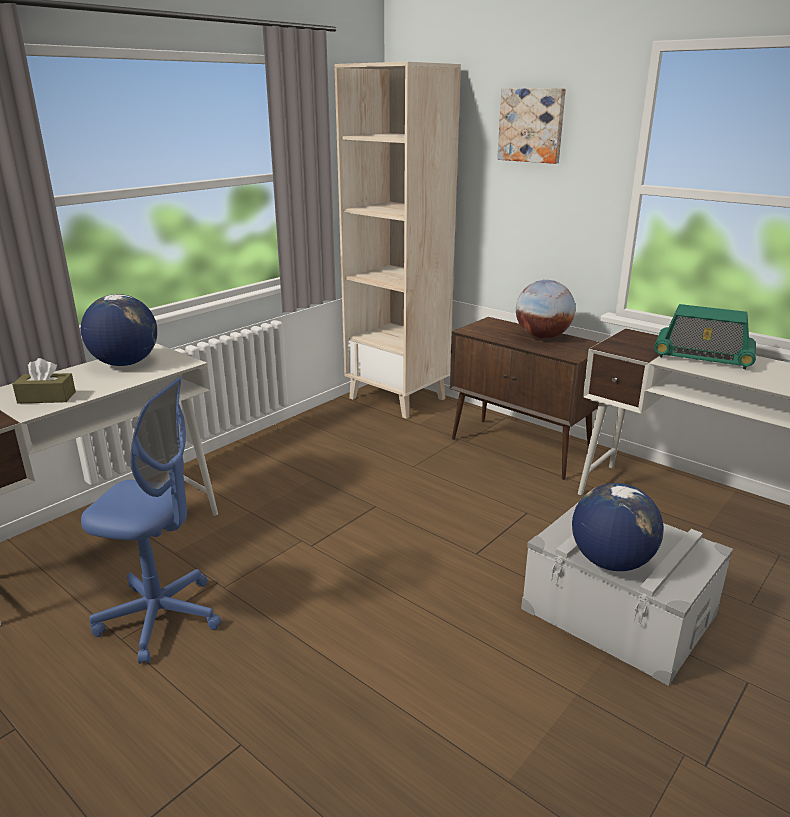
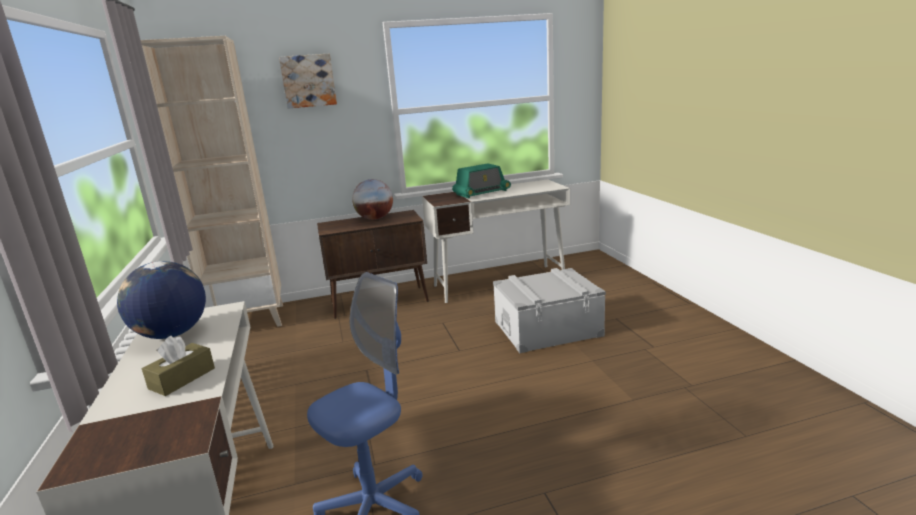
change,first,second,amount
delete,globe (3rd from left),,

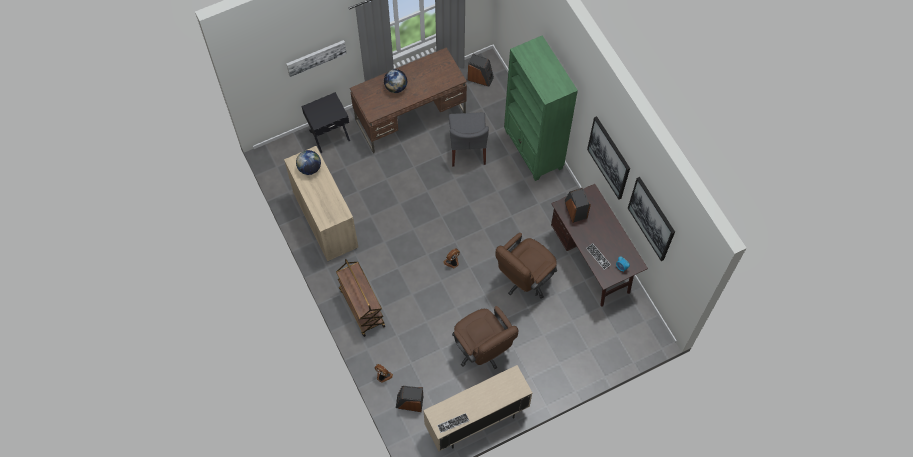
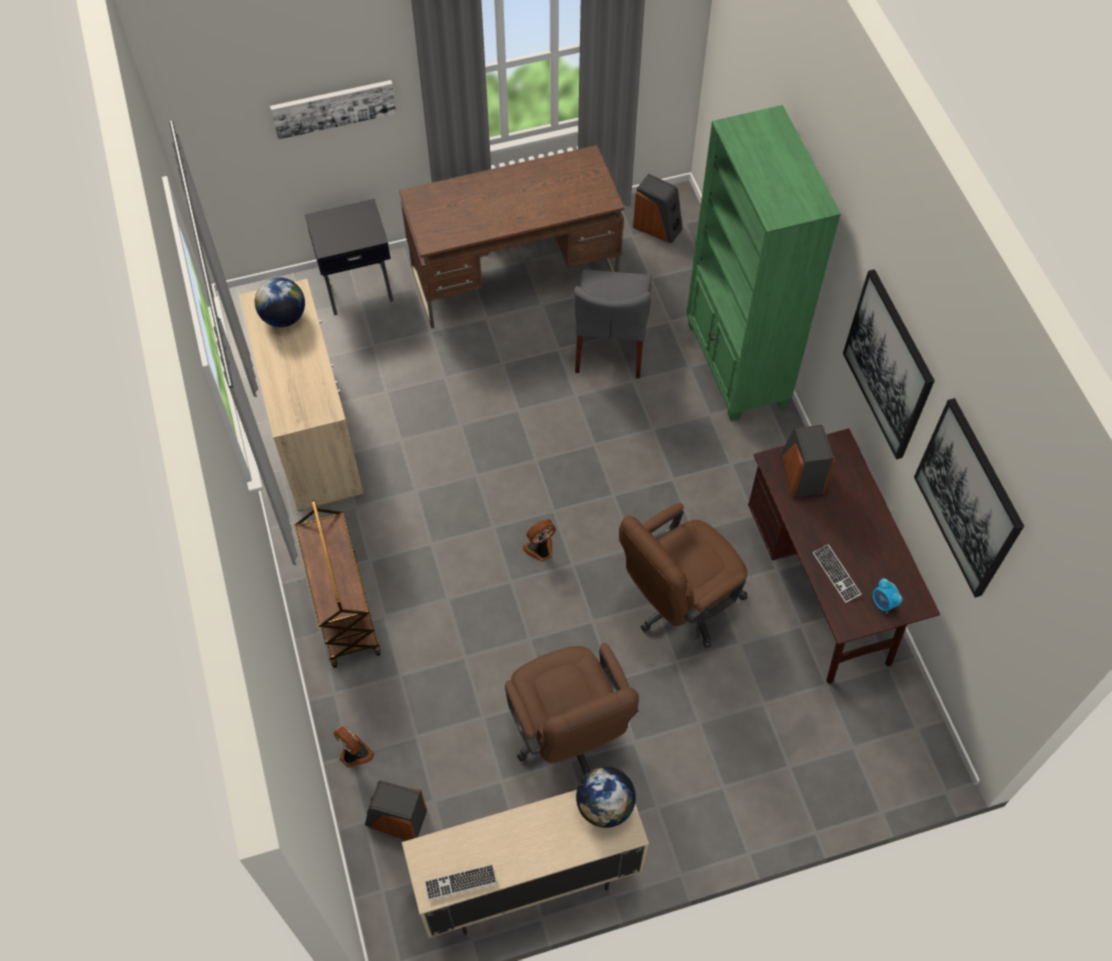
change,first,second,amount
move,globe (2nd from left),,

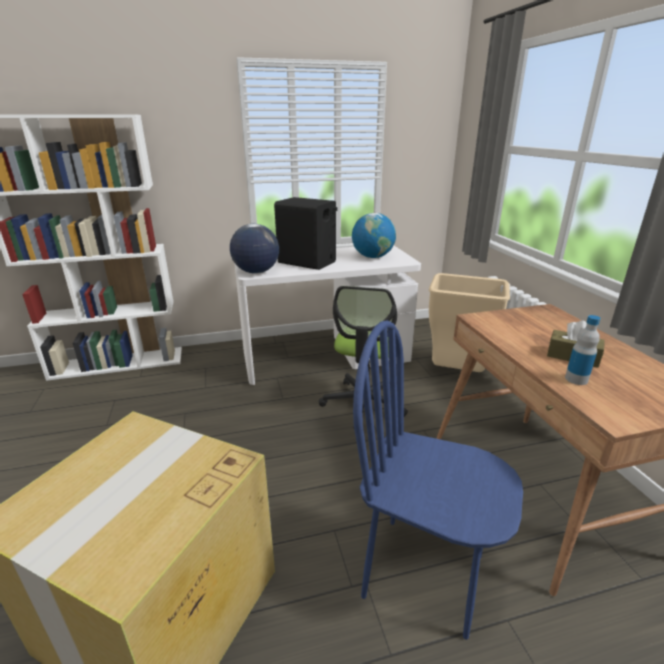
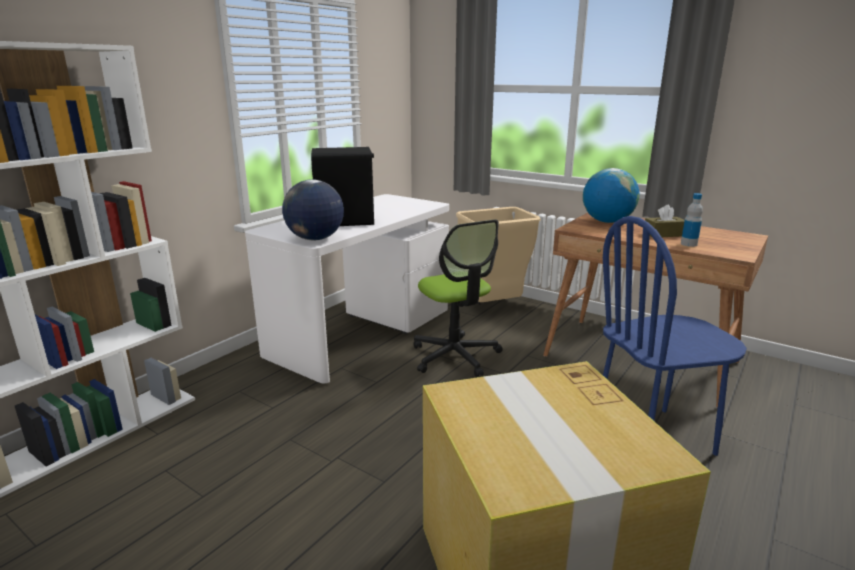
change,first,second,amount
move,globe (2nd from left),,

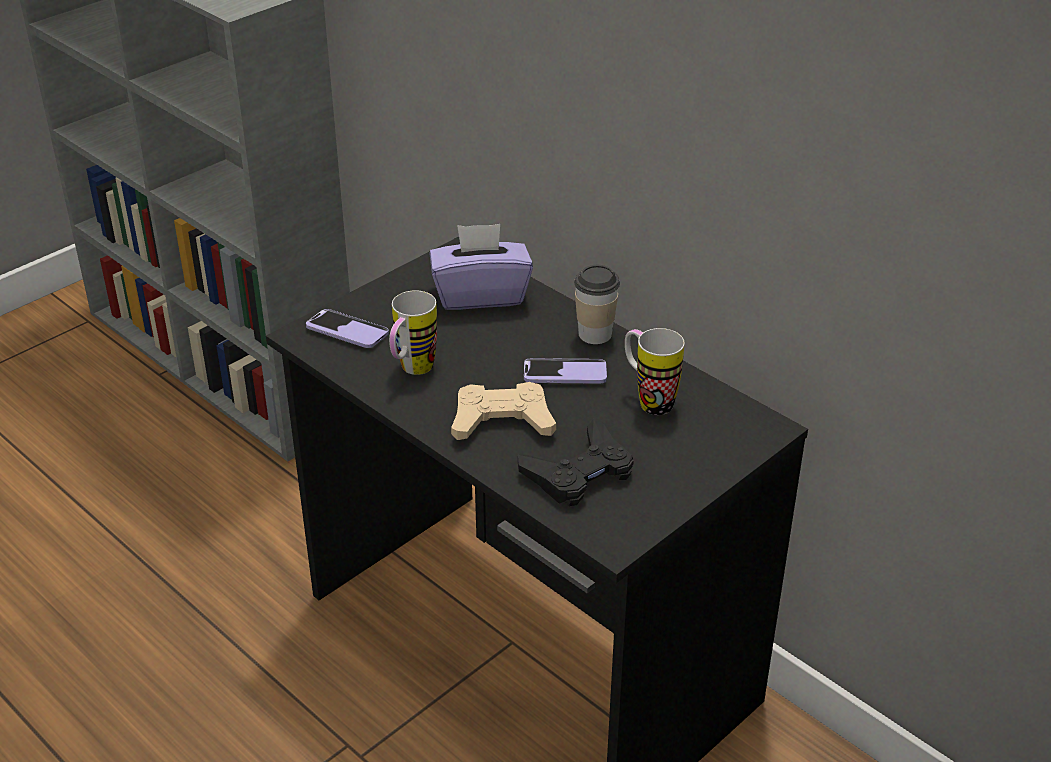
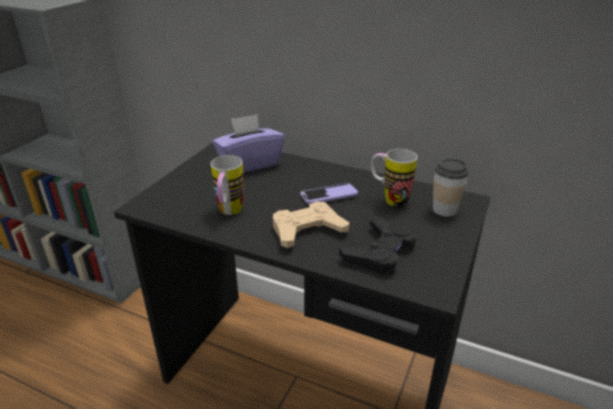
change,first,second,amount
delete,phone (1st from left),,
move,cup,,

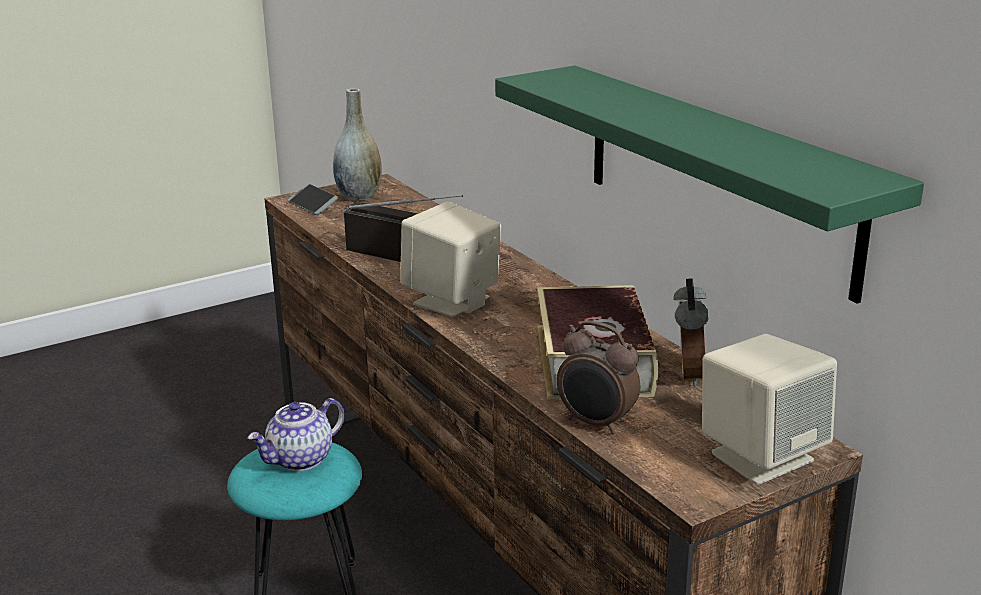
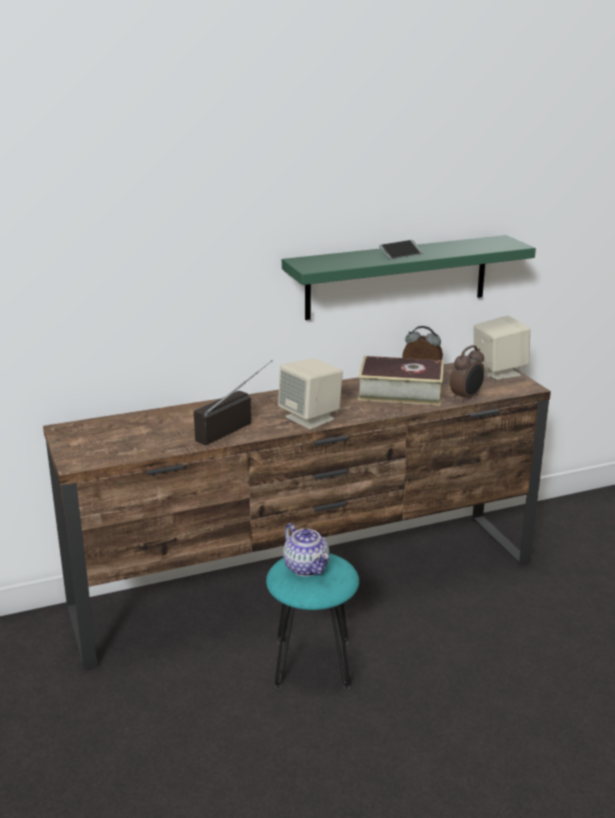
change,first,second,amount
move,phone,,
delete,vase/grey,,

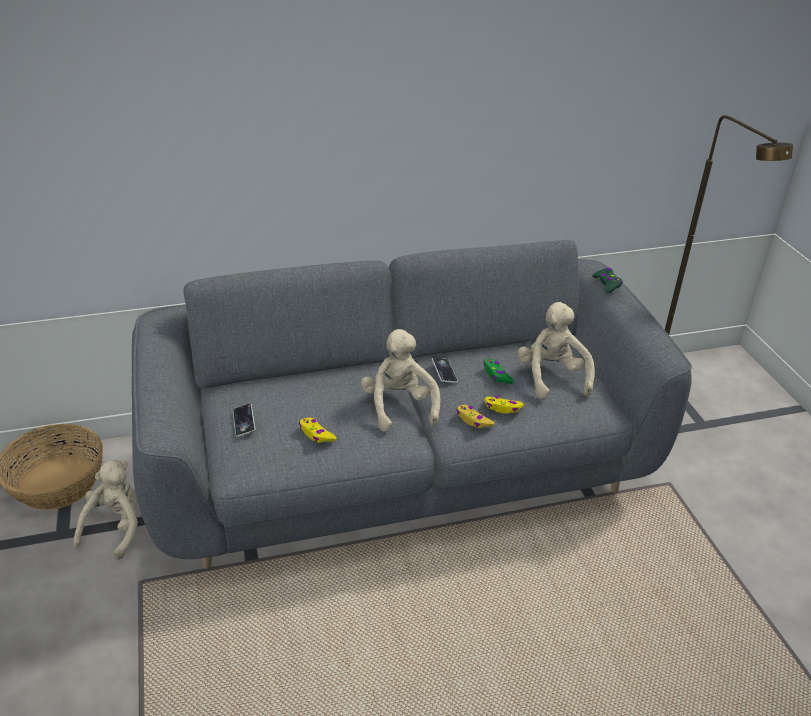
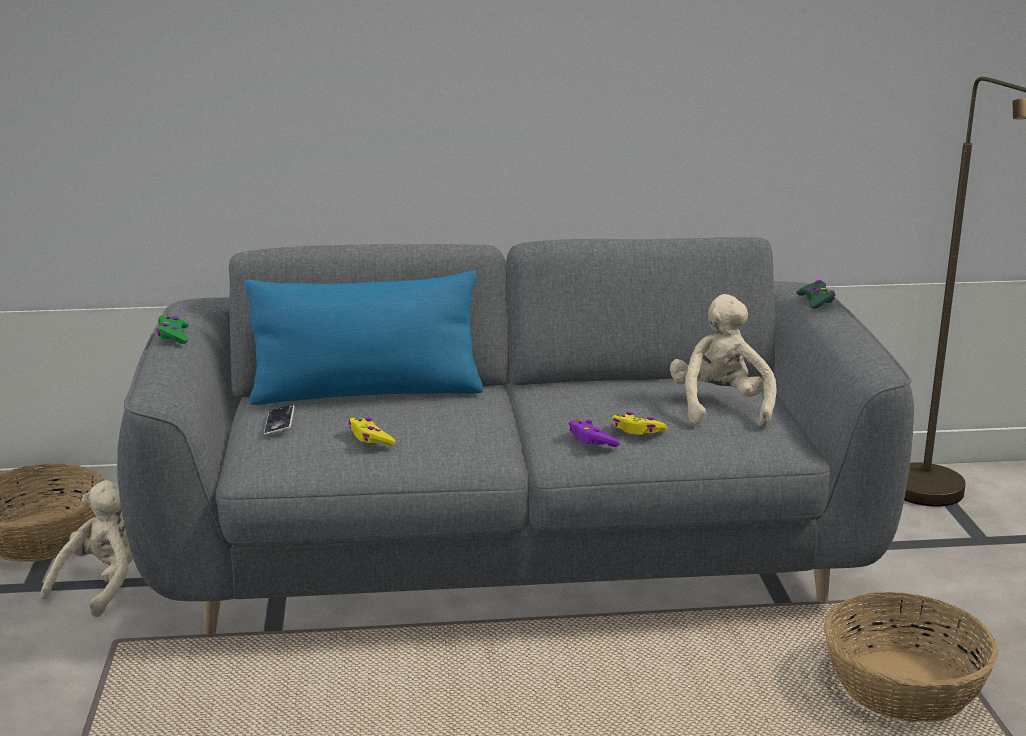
change,first,second,amount
delete,plush toy/beige (2nd from left),,
delete,phone (2nd from left),,
recolor,game controller/yellow (2nd from left),game controller/purple,
move,game controller/green (1st from left),,
insert,,pillow/blue,
insert,,basket (2nd from left),

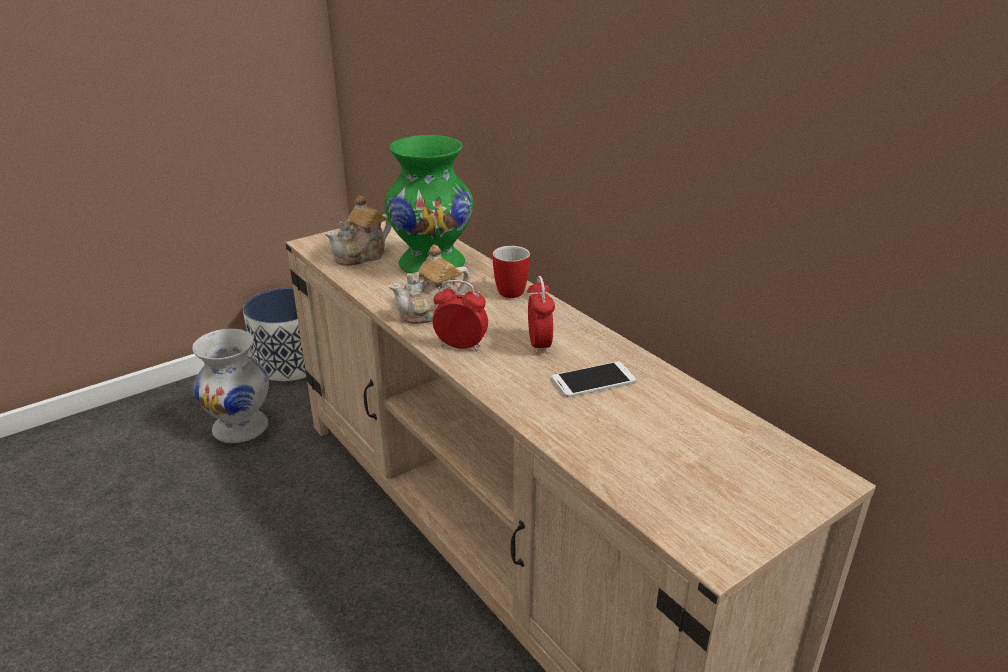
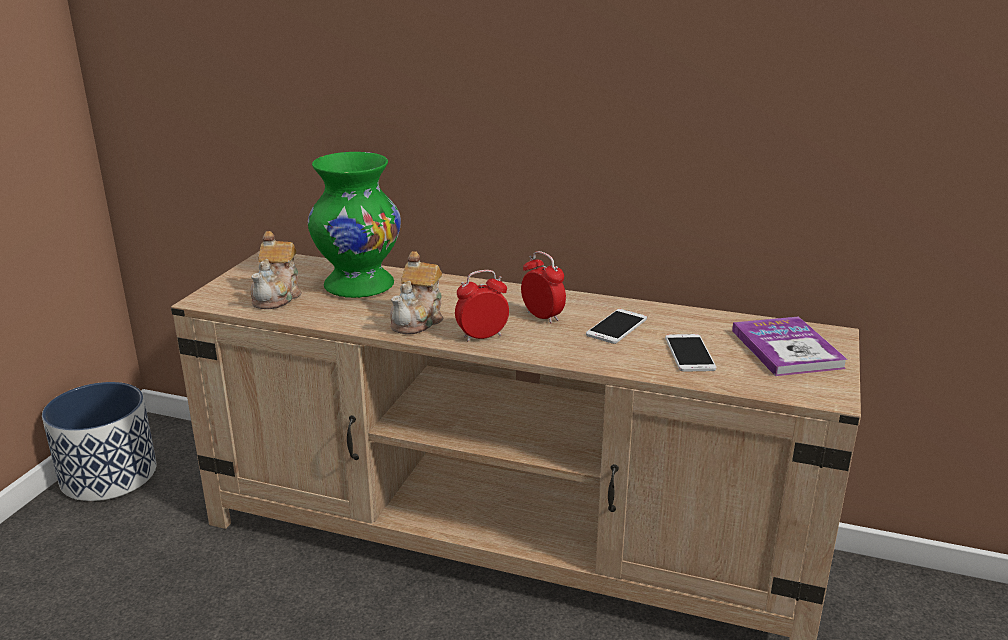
change,first,second,amount
delete,vase/white,,
delete,mug,,
insert,,phone (2nd from left),
insert,,book,

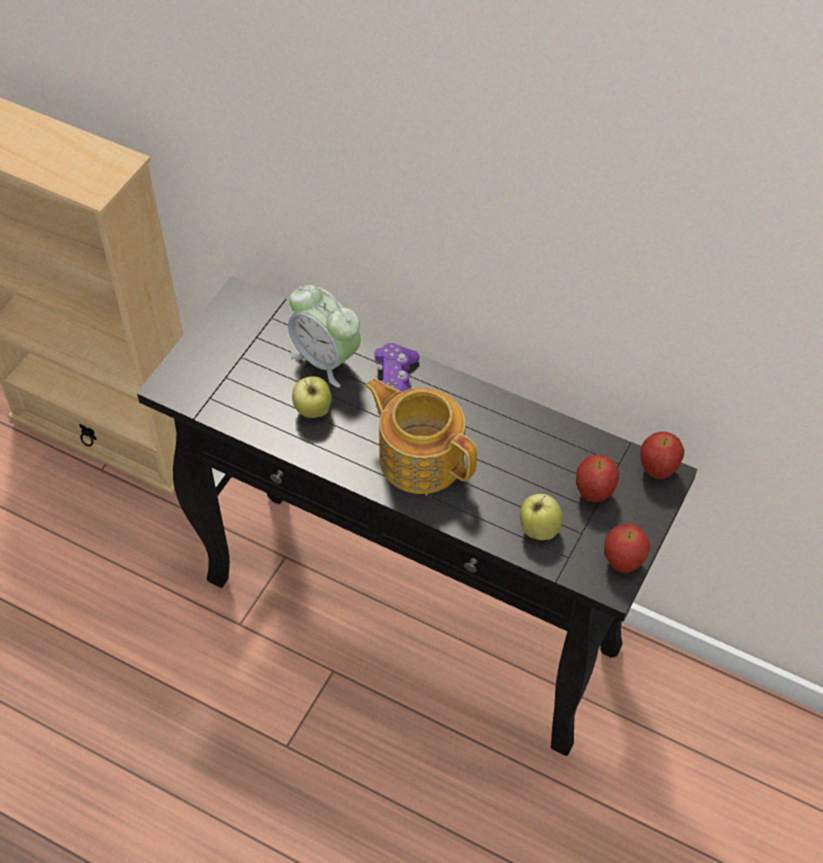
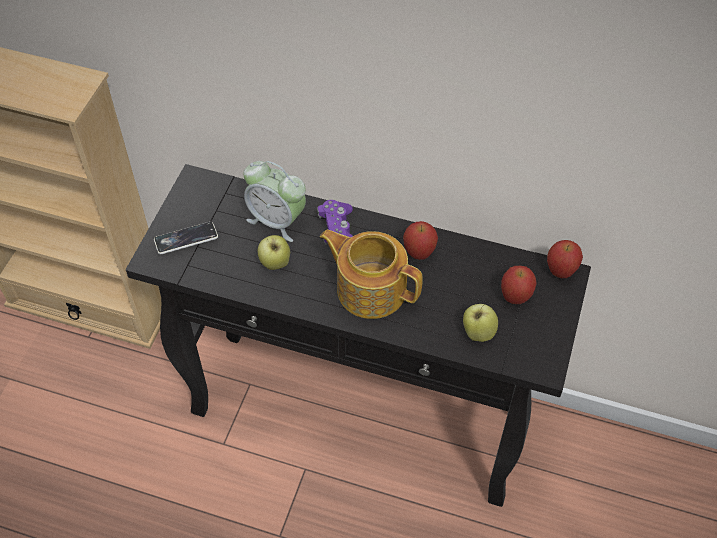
change,first,second,amount
move,apple (4th from left in the first image),apple (2nd from left),
insert,,phone,

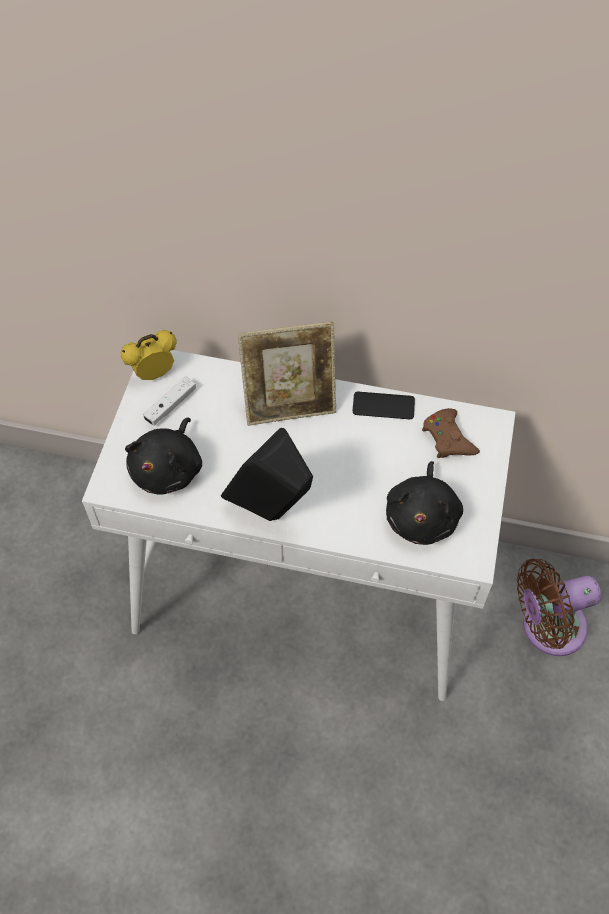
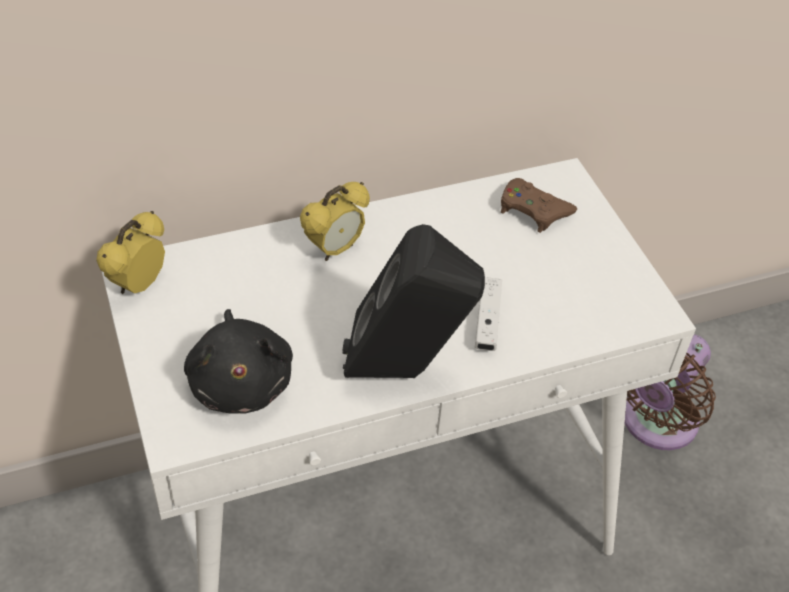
change,first,second,amount
move,game controller/white,,
replace,picture frame,alarm clock (2nd from left),
delete,phone,,
delete,plush toy/black (2nd from left),,

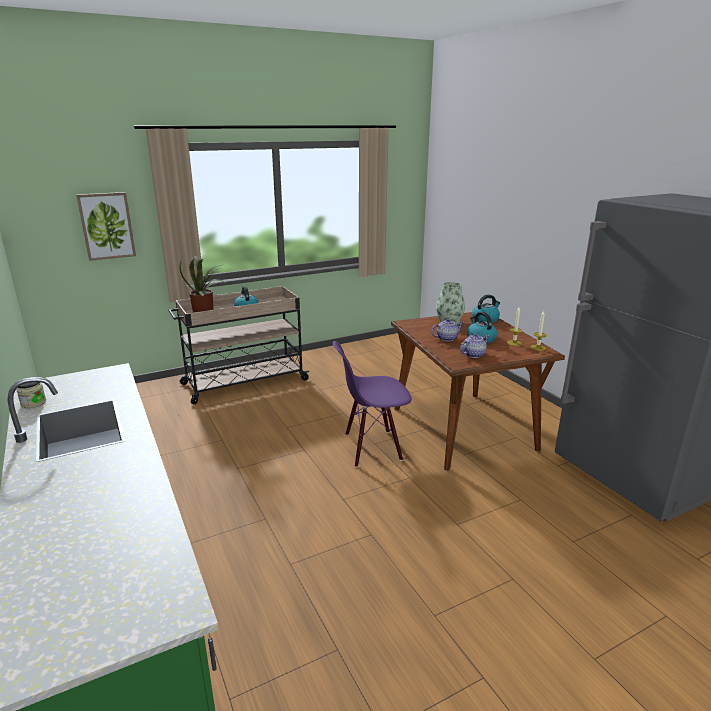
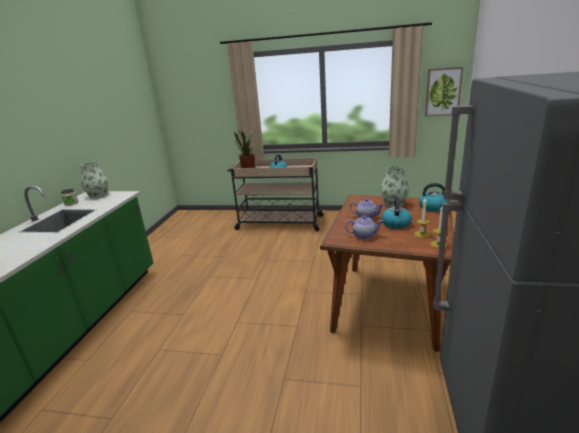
change,first,second,amount
move,picture,,
delete,chair/purple,,
insert,,vase (1st from left),

